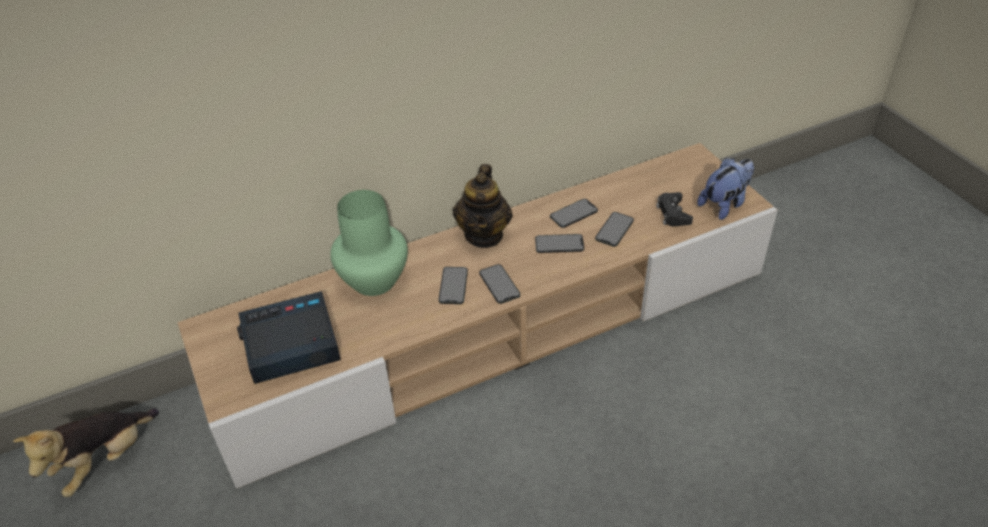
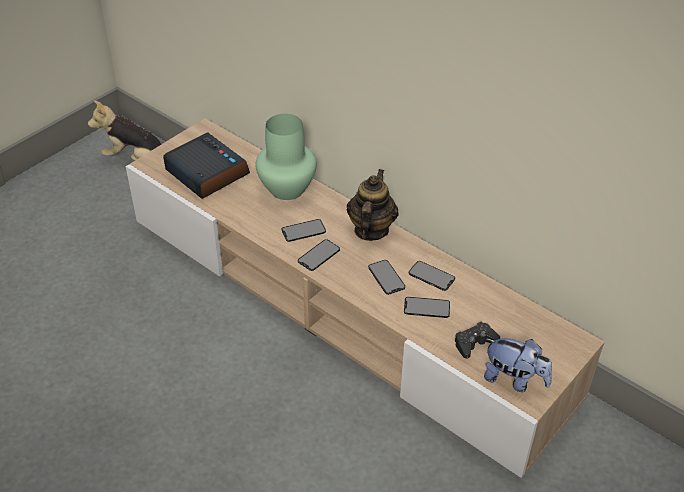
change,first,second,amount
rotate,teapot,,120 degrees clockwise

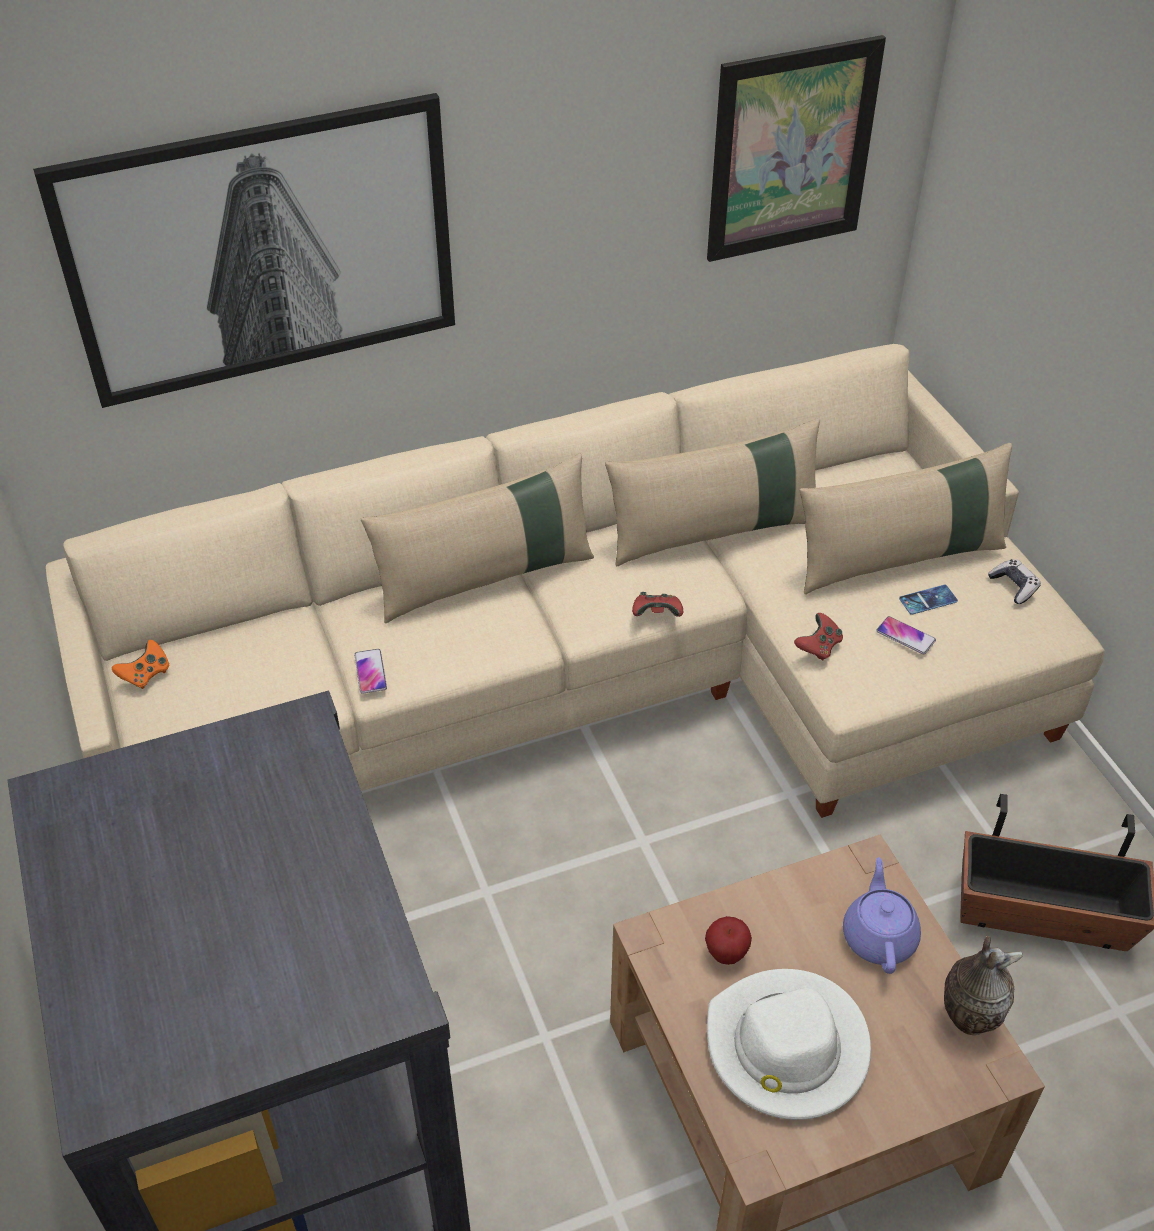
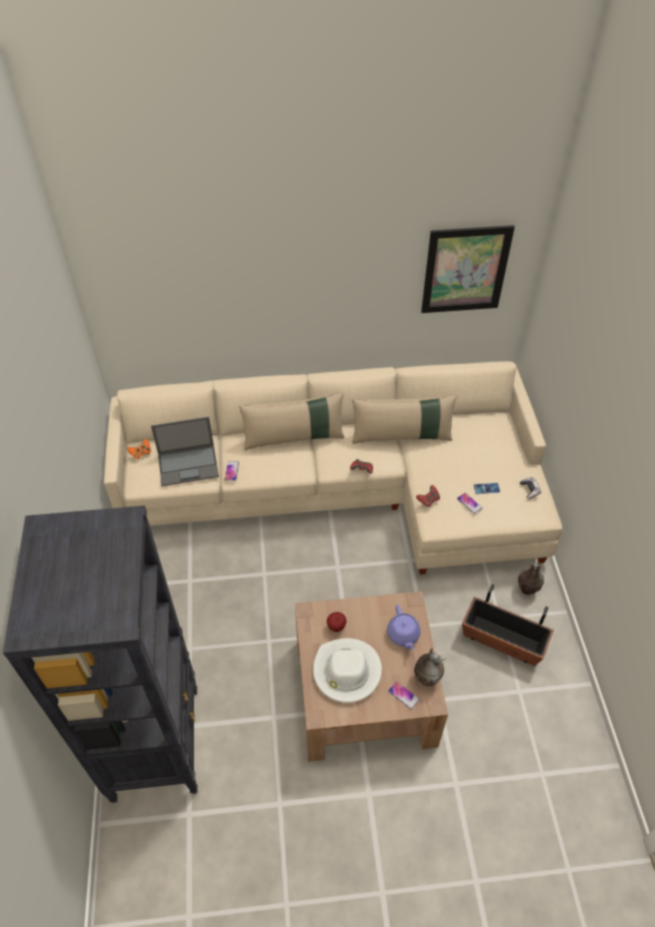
change,first,second,amount
delete,picture (1st from left),,
delete,pillow/beige (3rd from left),,
rotate,teapot/purple,,150 degrees clockwise
insert,,laptop,
insert,,phone (2nd from left),
insert,,vase (2nd from left),

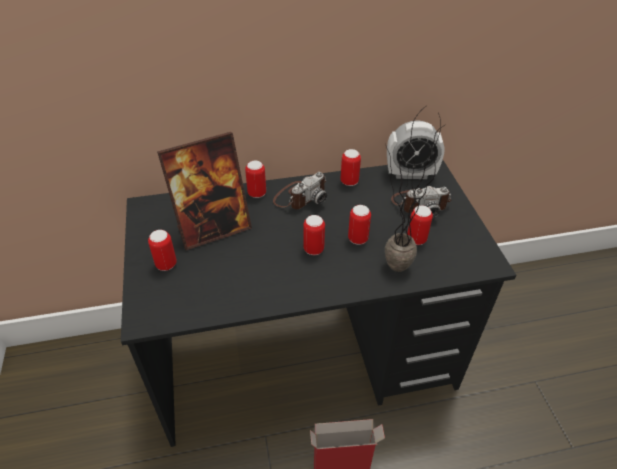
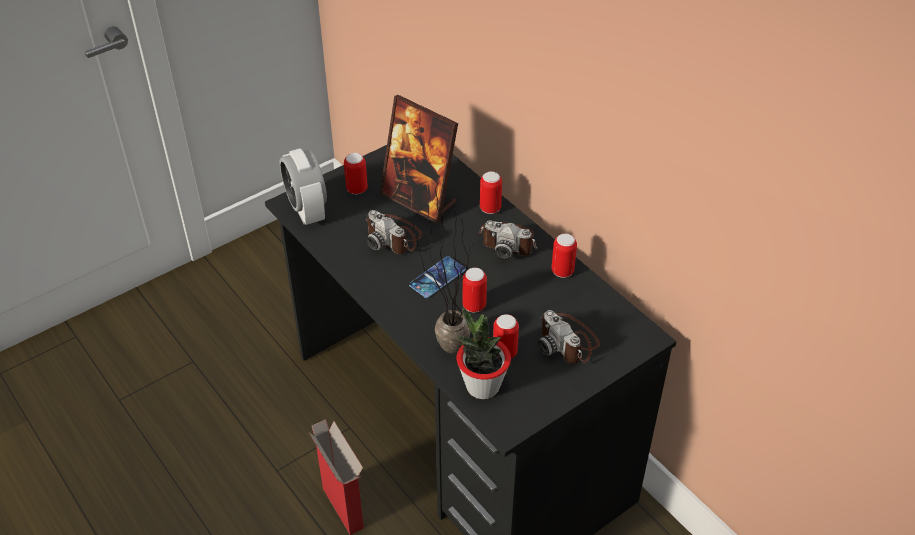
change,first,second,amount
replace,can (3rd from left),phone,
move,alarm clock,,
insert,,photo camera (1st from left),
insert,,potted plant (2nd from left),

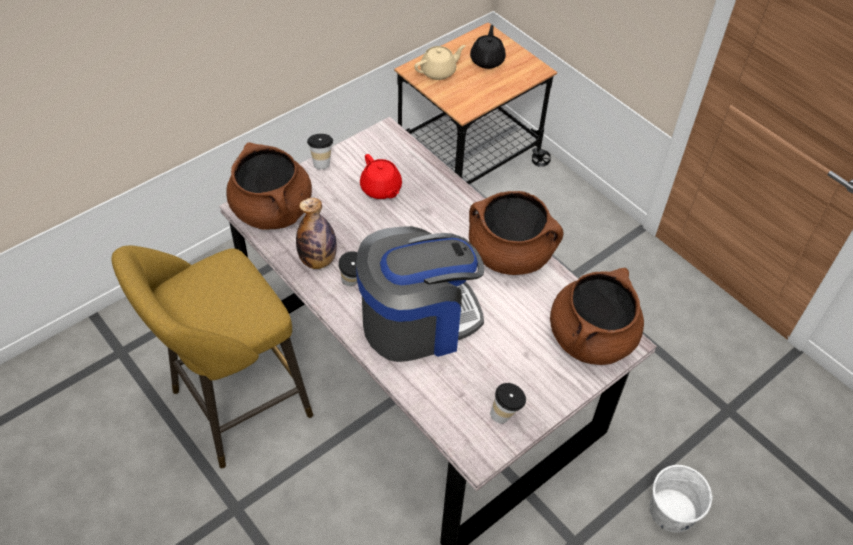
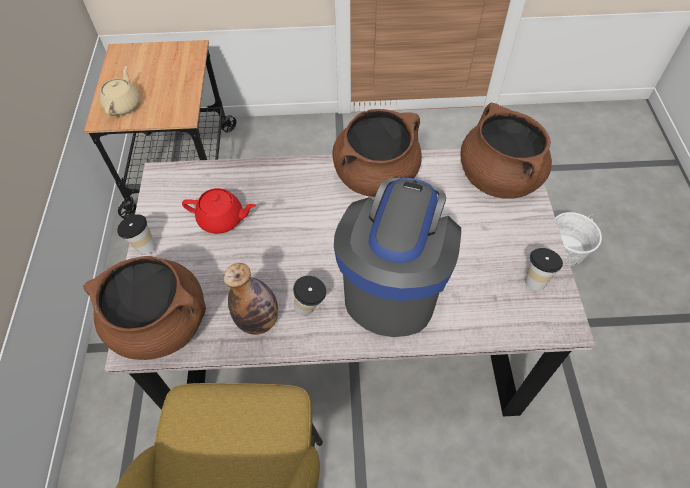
change,first,second,amount
delete,teapot/black,,

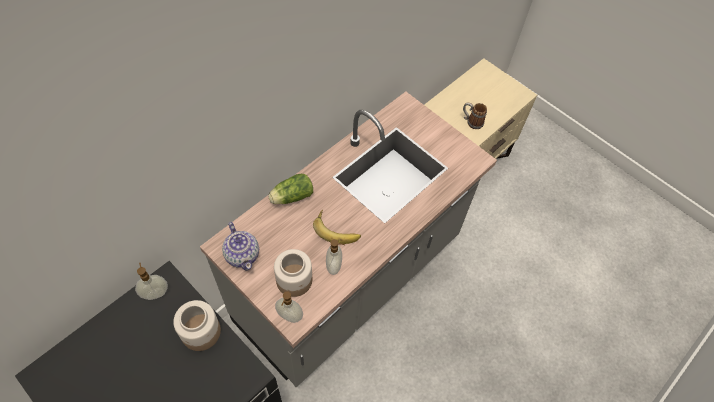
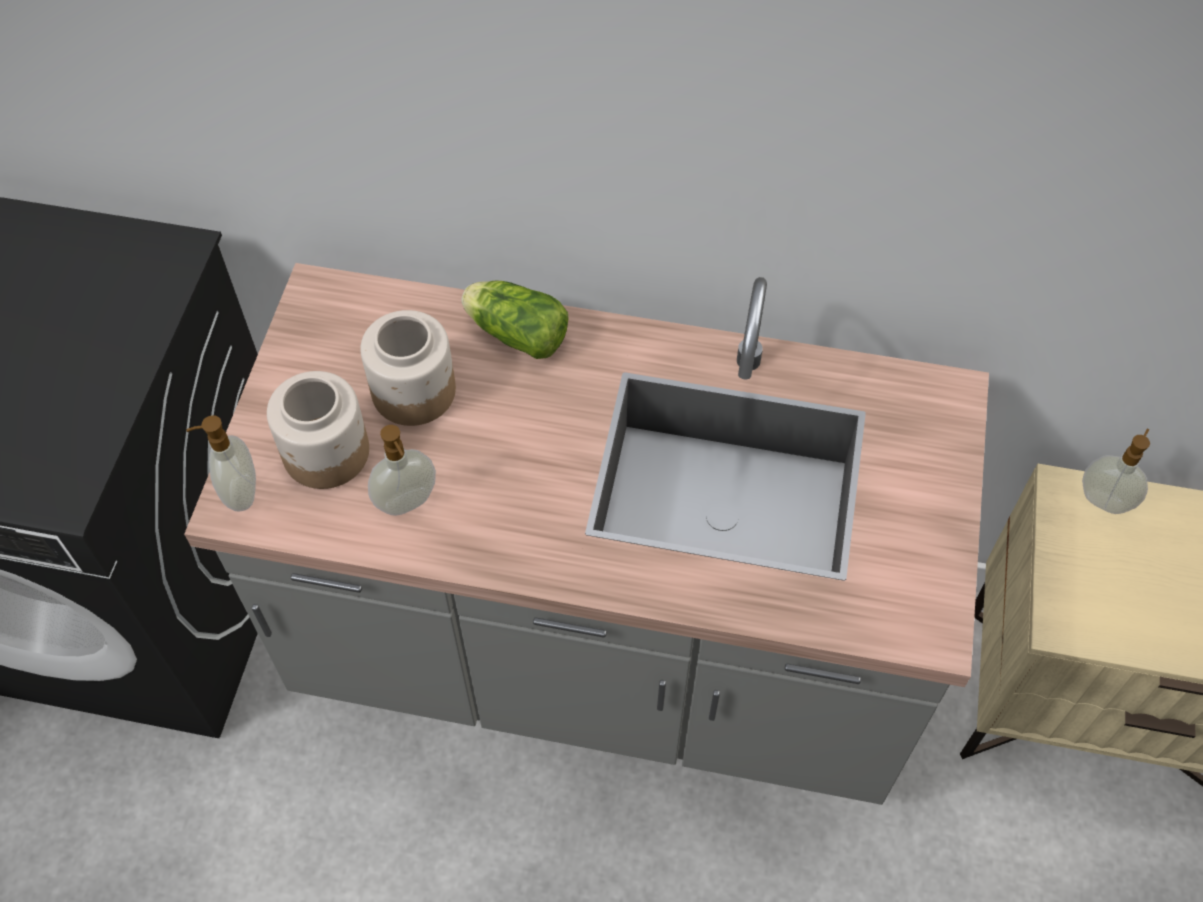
change,first,second,amount
move,soap dispenser (1st from left in the first image),soap dispenser (3rd from left),
move,jar (1st from left in the first image),jar (2nd from left),
delete,teapot,,
delete,banana,,
delete,mug,,

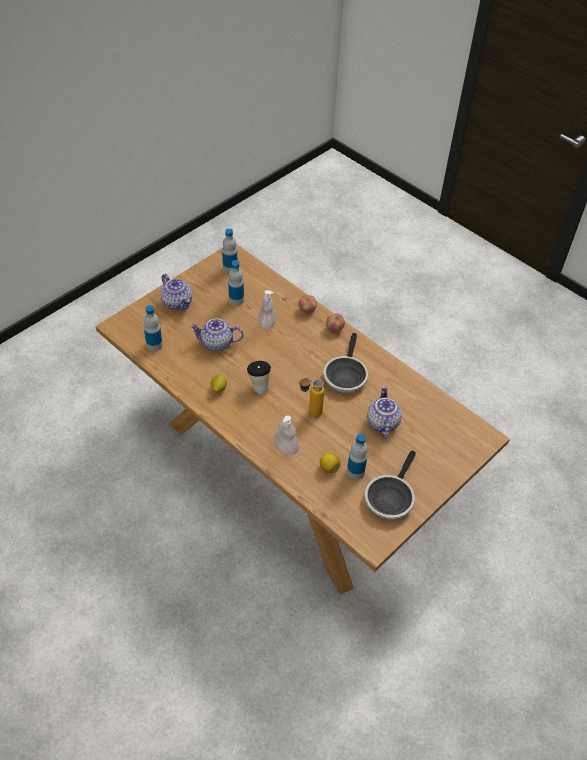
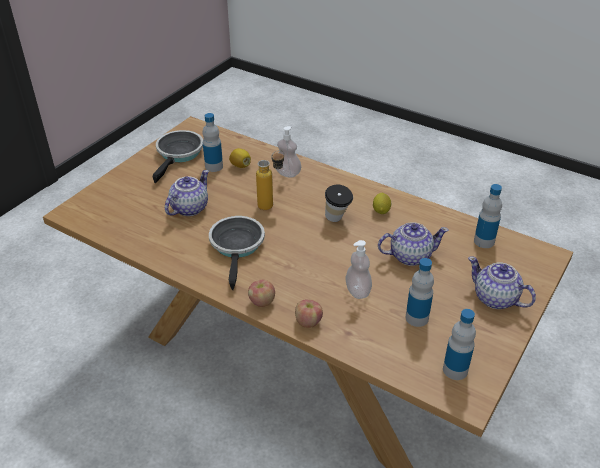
change,first,second,amount
rotate,teapot (3rd from left in the first image),teapot (1st from left),135 degrees counterclockwise

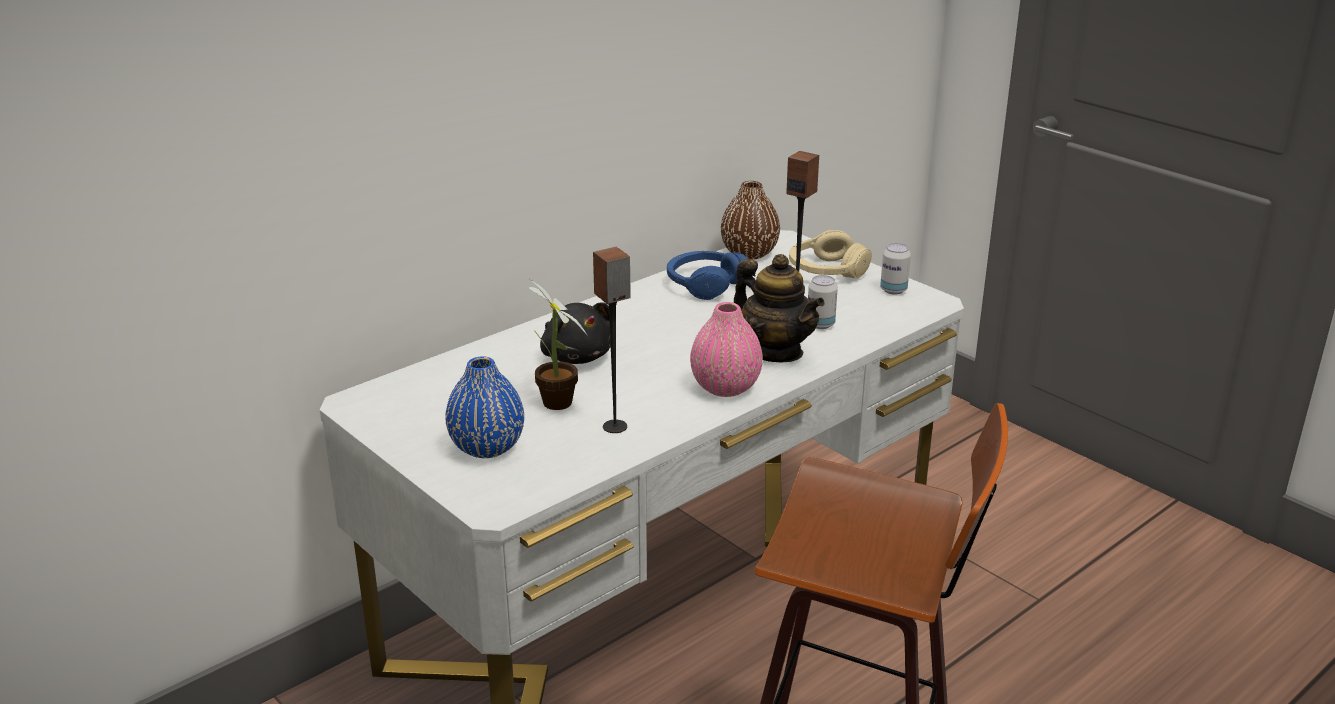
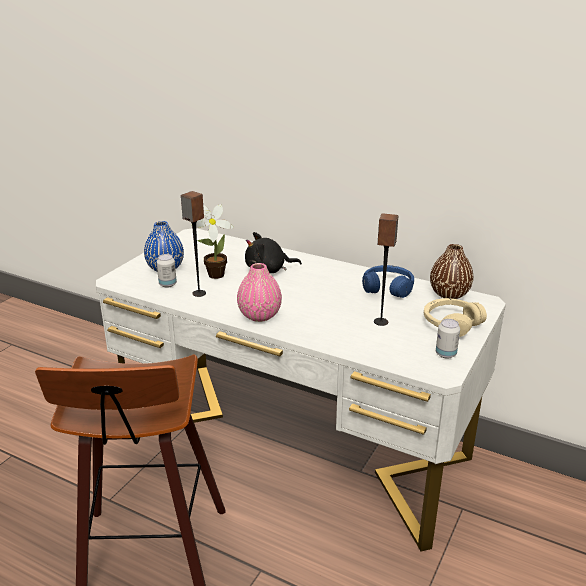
change,first,second,amount
rotate,plush toy/black,,45 degrees clockwise
delete,teapot,,
move,can (1st from left),,

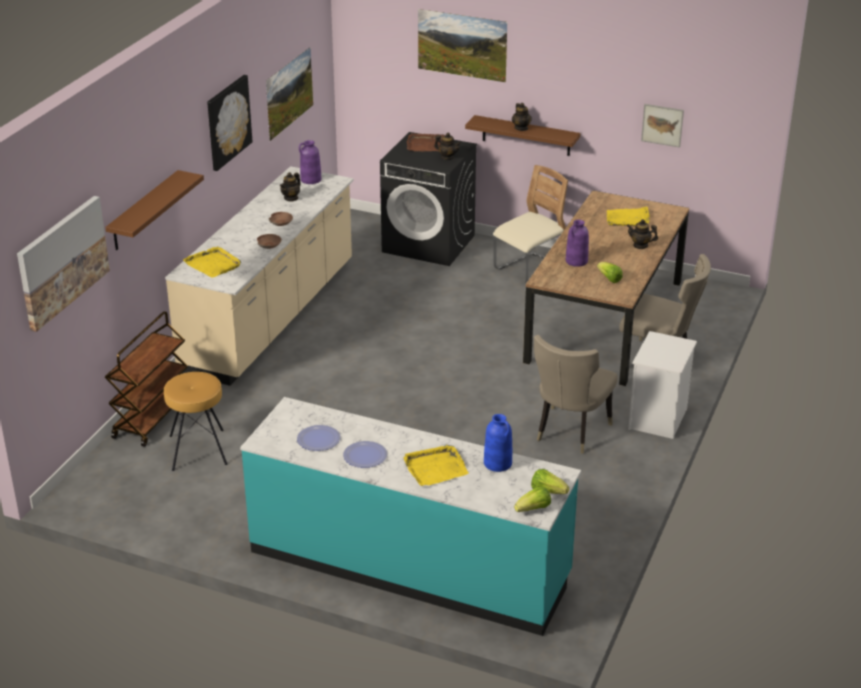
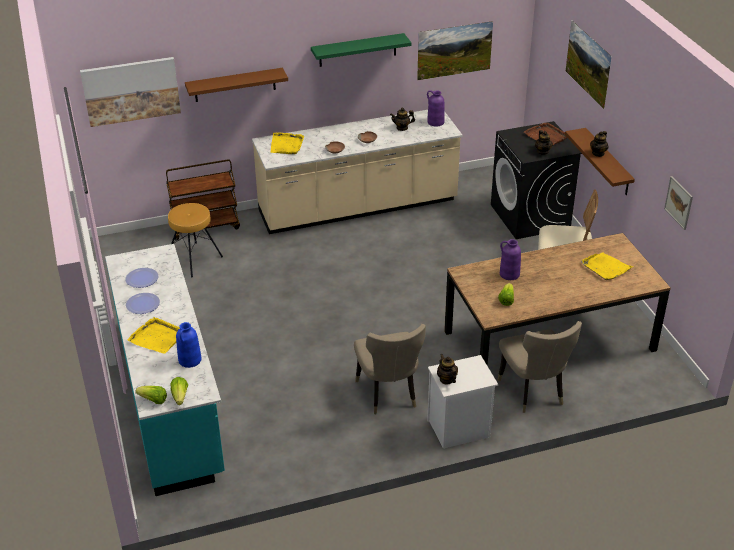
change,first,second,amount
replace,picture (2nd from left),shelf/green,
rotate,chair/beige (2nd from left in the first image),chair/beige (1st from left),90 degrees counterclockwise
move,teapot (4th from left in the first image),teapot (2nd from left),

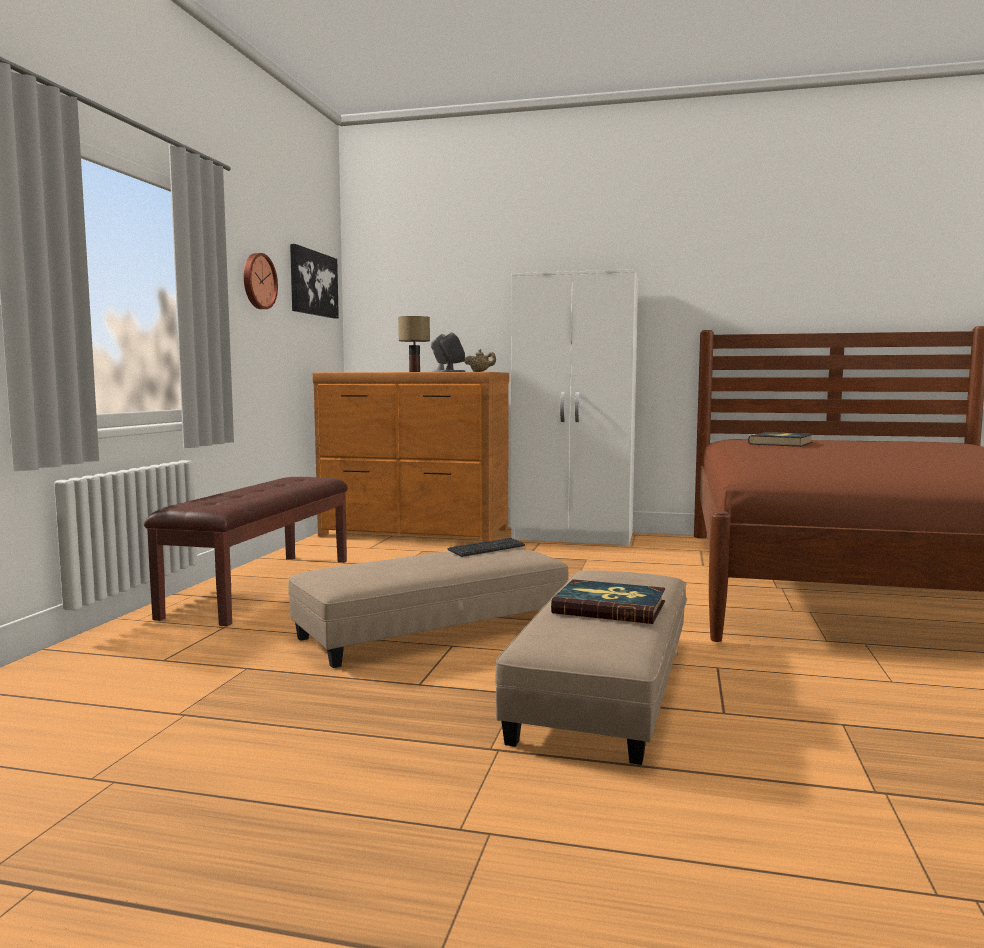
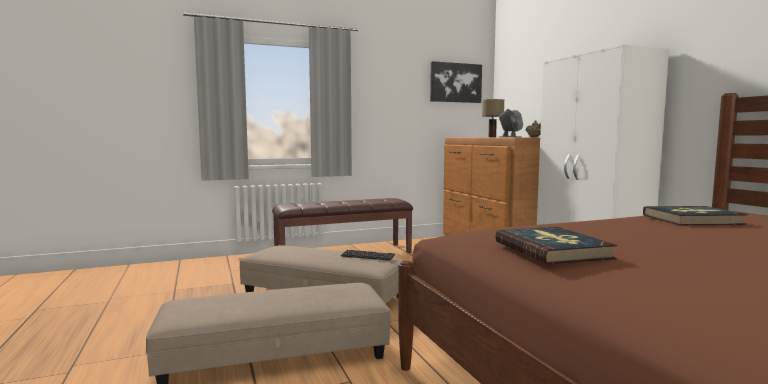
change,first,second,amount
delete,wall clock,,
move,book (1st from left),,

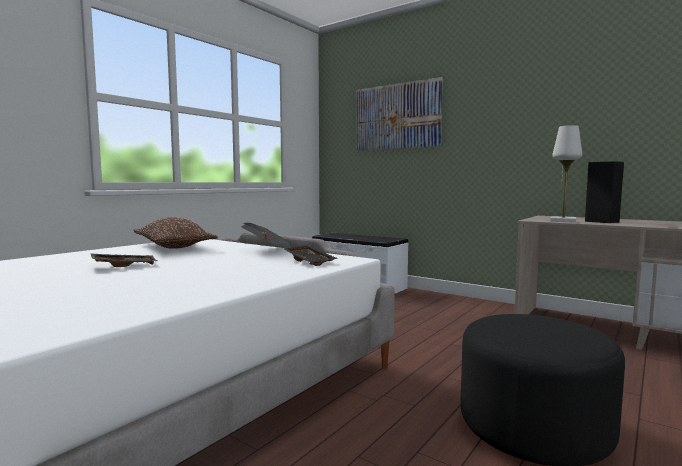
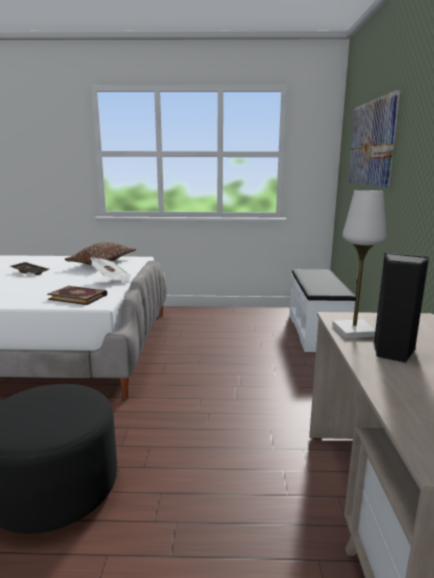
change,first,second,amount
replace,tray/black (2nd from left),book,

